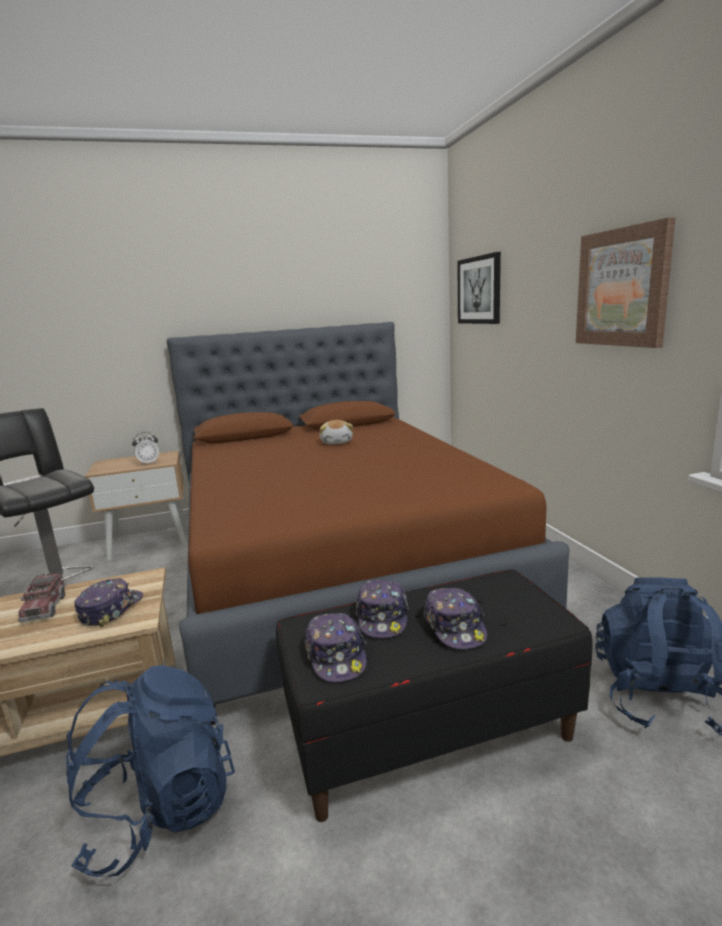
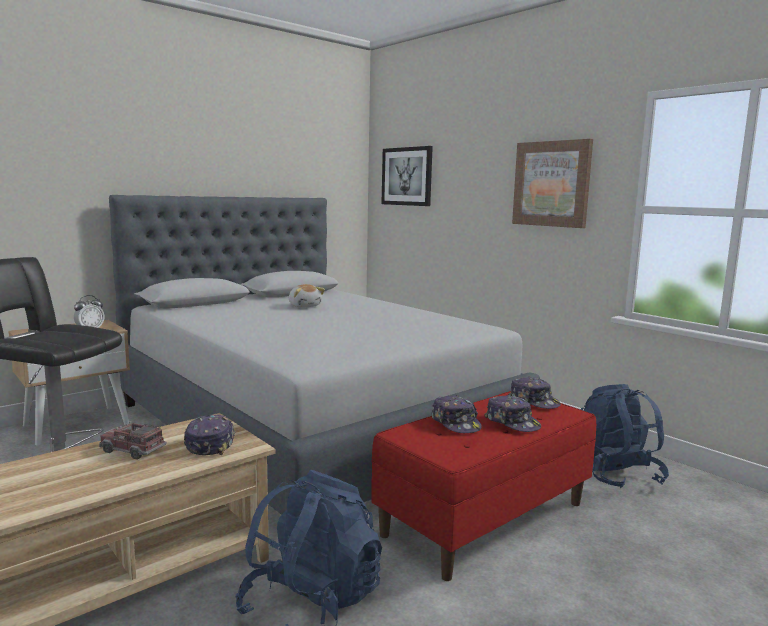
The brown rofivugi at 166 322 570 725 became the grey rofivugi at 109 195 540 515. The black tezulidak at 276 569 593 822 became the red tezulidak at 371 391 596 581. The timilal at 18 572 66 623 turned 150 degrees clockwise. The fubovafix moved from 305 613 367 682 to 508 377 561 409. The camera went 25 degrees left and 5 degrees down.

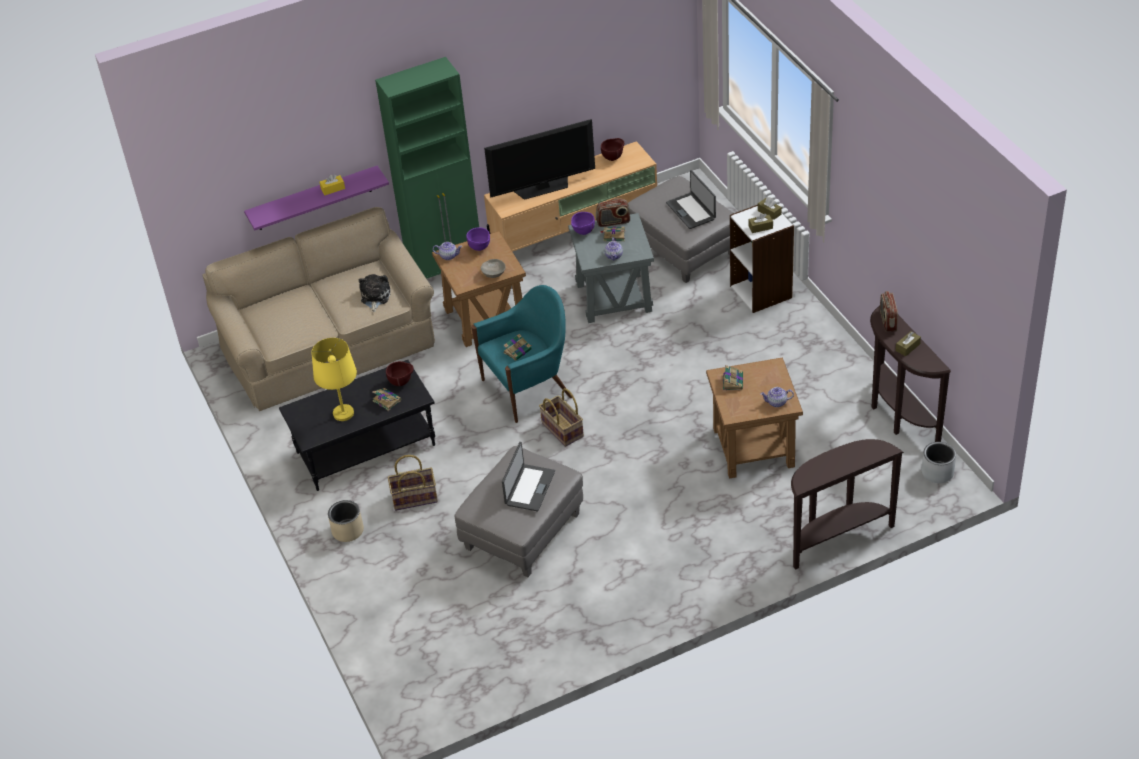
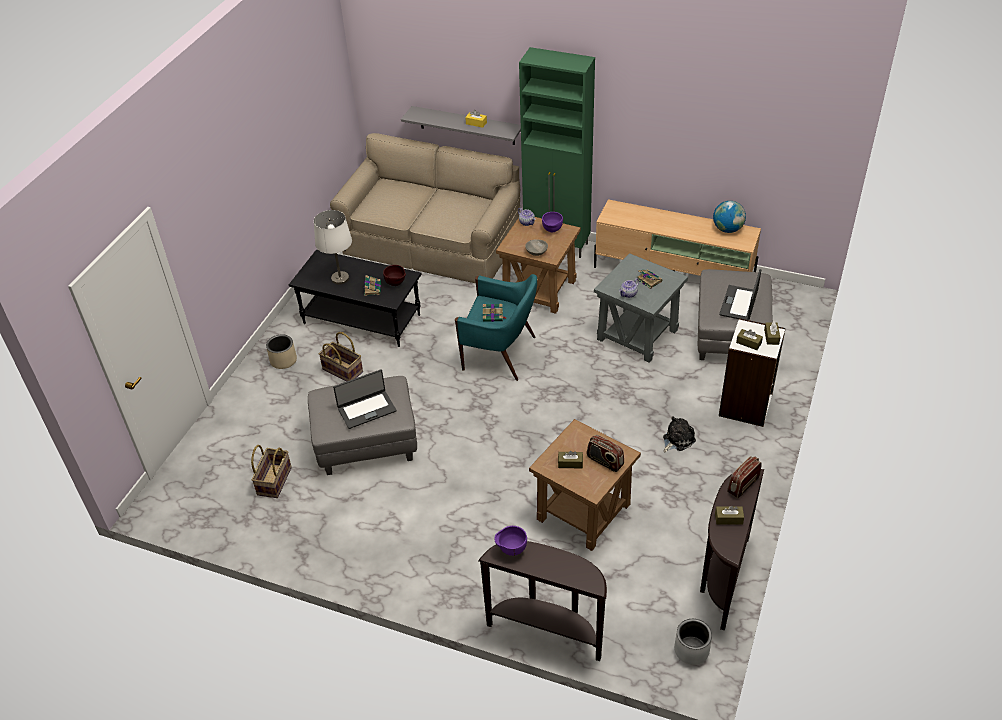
The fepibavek at 484 119 595 200 disappeared. The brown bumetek at 601 138 624 161 was replaced by the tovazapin at 713 201 746 233. The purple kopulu at 244 166 389 230 became the grey kopulu at 401 106 521 145. The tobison moved from 596 198 630 227 to 587 435 624 472. The purple bumetek moved from 571 212 595 235 to 494 526 527 556. The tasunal moved from 359 274 390 312 to 663 416 696 452. The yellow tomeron at 312 338 357 421 became the white tomeron at 314 210 352 284. The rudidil at 723 365 743 390 disappeared. The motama at 760 387 794 407 disappeared. The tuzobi moved from 539 388 584 447 to 251 445 292 498. The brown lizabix at 558 451 583 468 appeared. The camera went 45 degrees right and 0 degrees up.

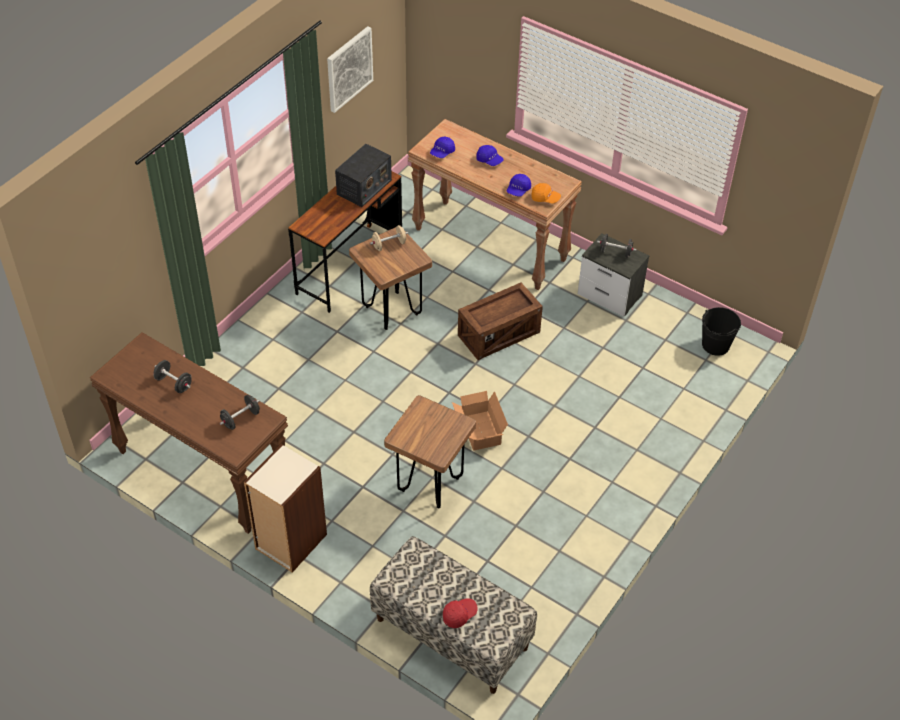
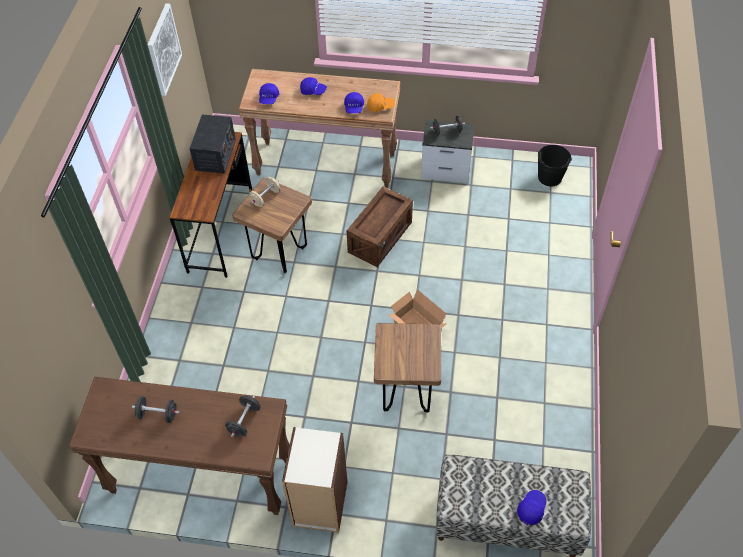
The red fubovafix at 443 598 477 628 became the blue fubovafix at 517 490 547 525. The camera went 25 degrees left and 5 degrees up.

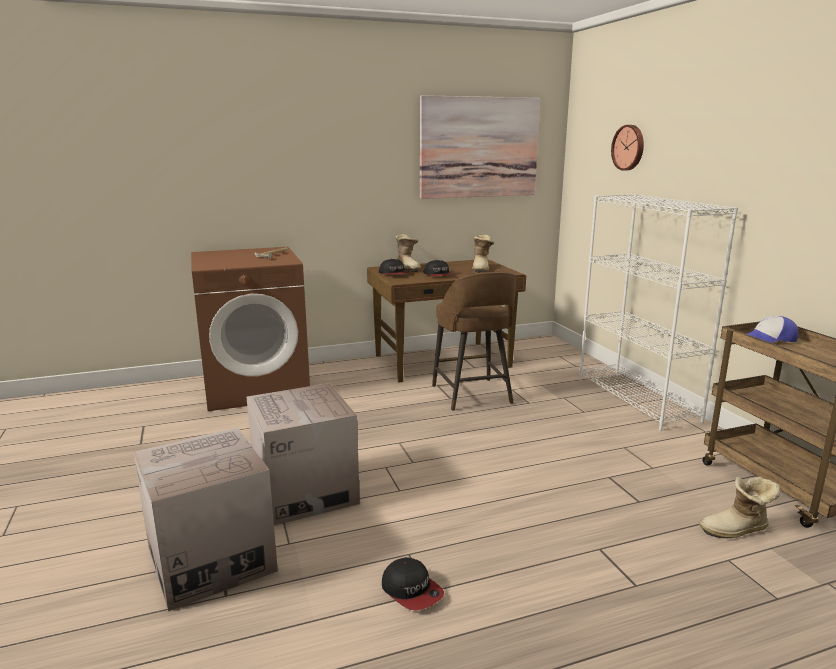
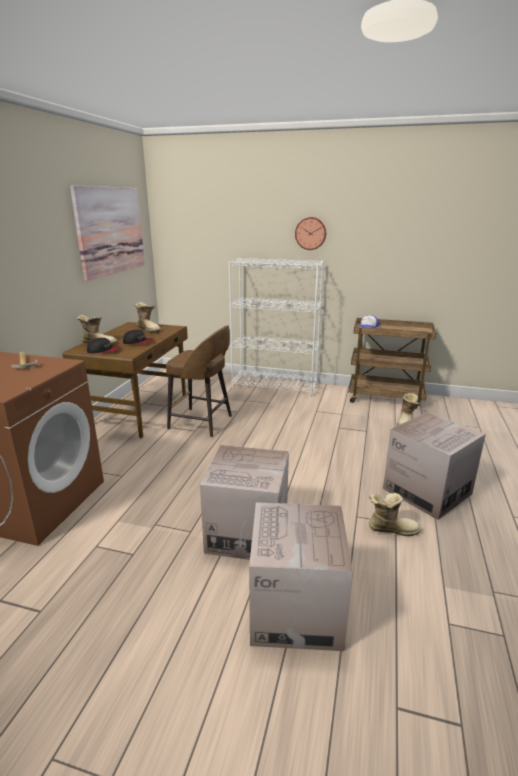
The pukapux moved from 611 125 644 171 to 295 217 326 250. The fubovafix at 382 557 444 611 was replaced by the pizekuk at 369 493 422 536. The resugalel at 383 412 486 520 appeared. The camera went 55 degrees left and 5 degrees up.

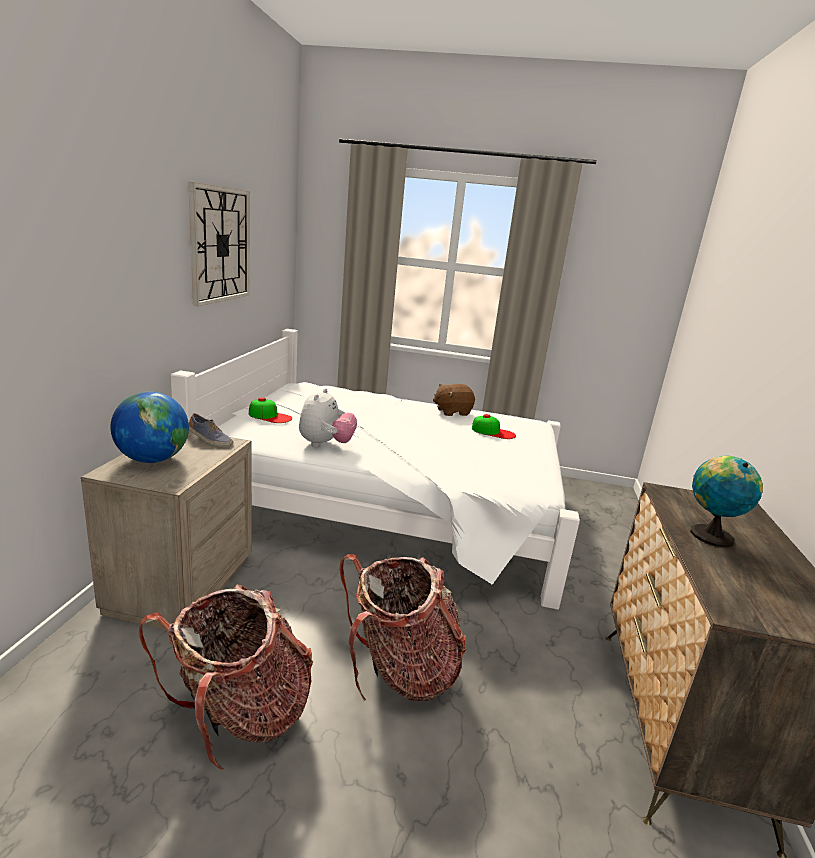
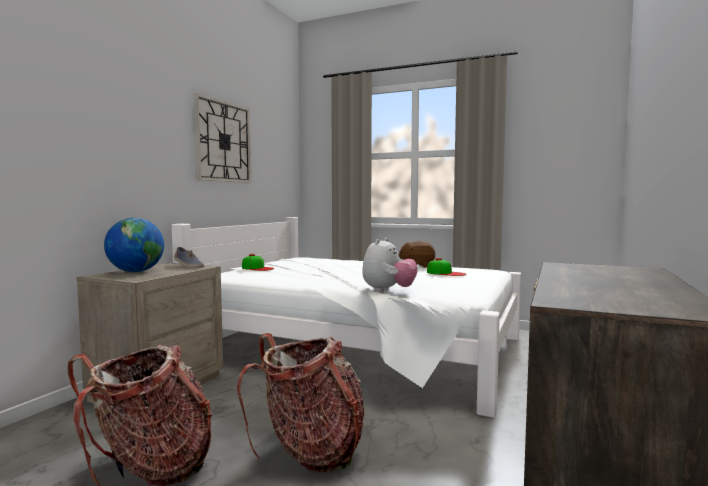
The tasunal moved from 299 388 357 447 to 362 238 418 293. The tovazapin at 690 456 763 548 disappeared. The camera went 15 degrees right and 15 degrees down.

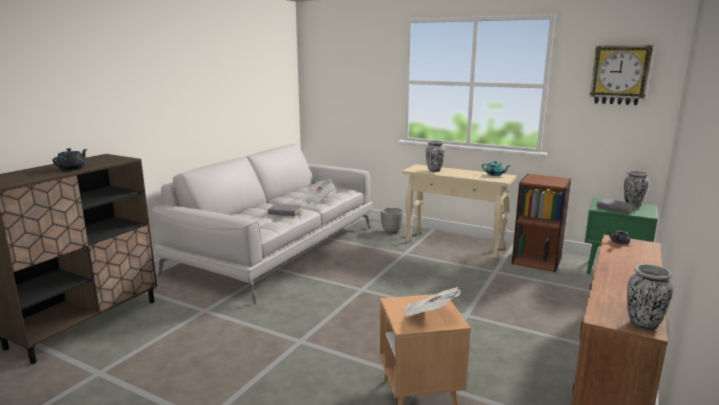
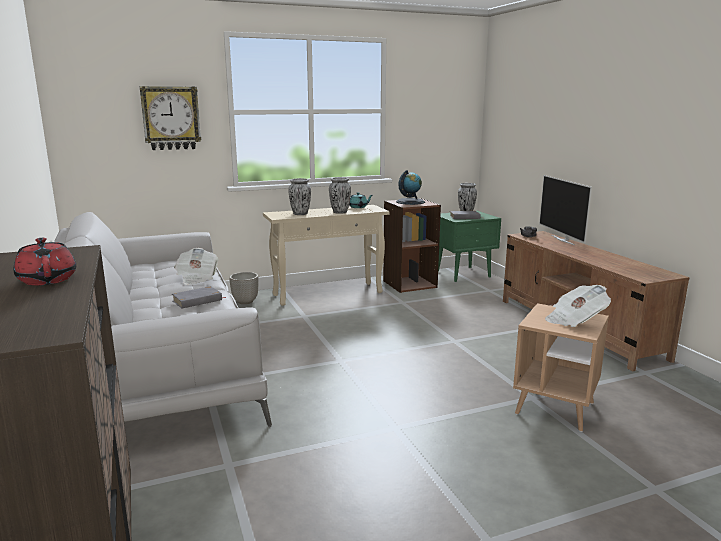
The pukapux moved from 590 45 653 105 to 140 86 201 150. The black motama at 53 148 87 170 became the red motama at 13 238 76 285. The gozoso moved from 627 264 673 330 to 329 177 351 214. The tovazapin at 396 170 425 205 appeared. The fepibavek at 539 175 592 245 appeared. The camera went 50 degrees left and 0 degrees up.

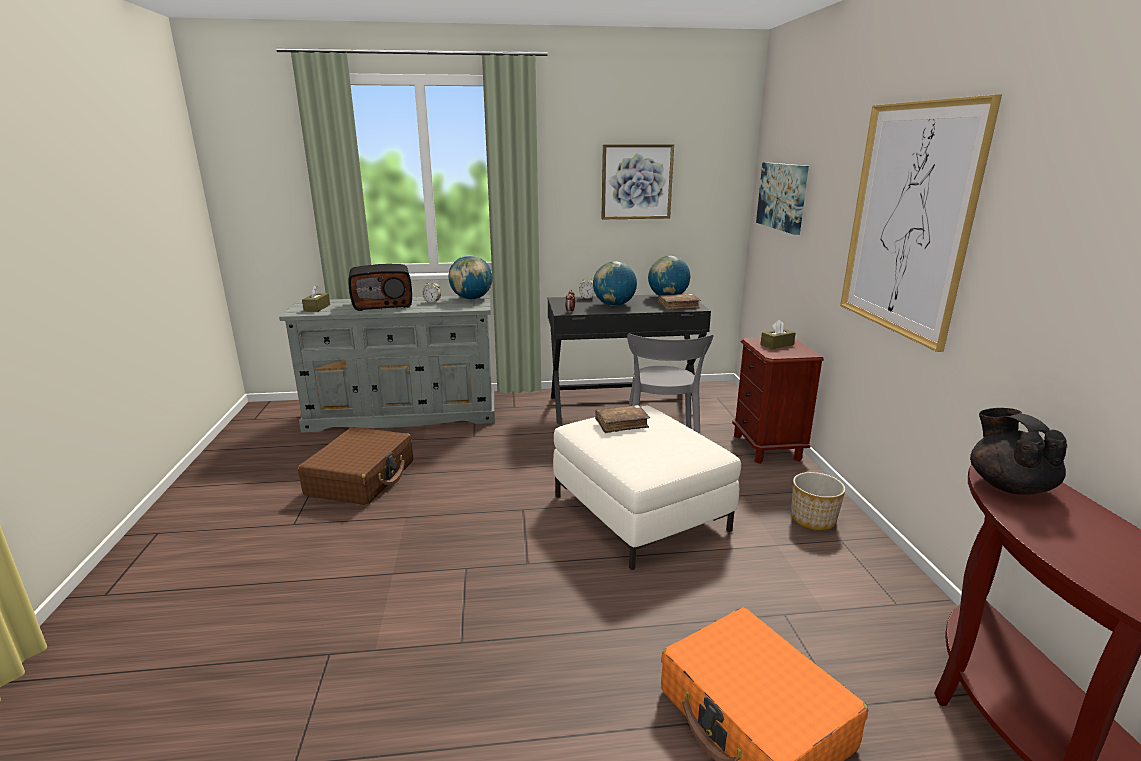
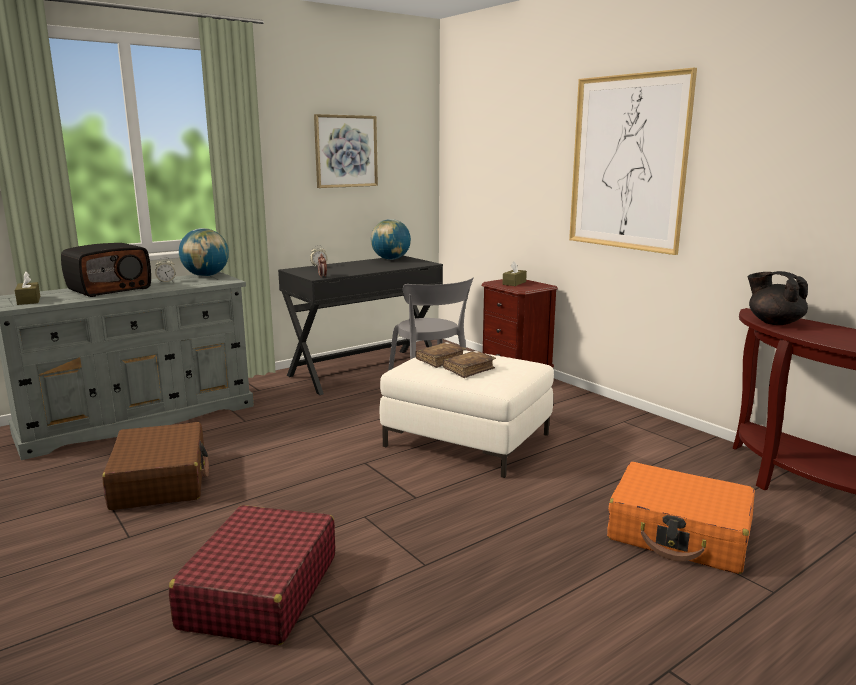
The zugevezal at 756 162 809 235 disappeared. The tovazapin at 593 261 637 306 disappeared. The brown rudidil moved from 658 294 701 310 to 443 351 496 378. The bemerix at 791 472 846 531 disappeared. The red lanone at 169 505 335 645 appeared. The camera went 30 degrees left and 5 degrees down.

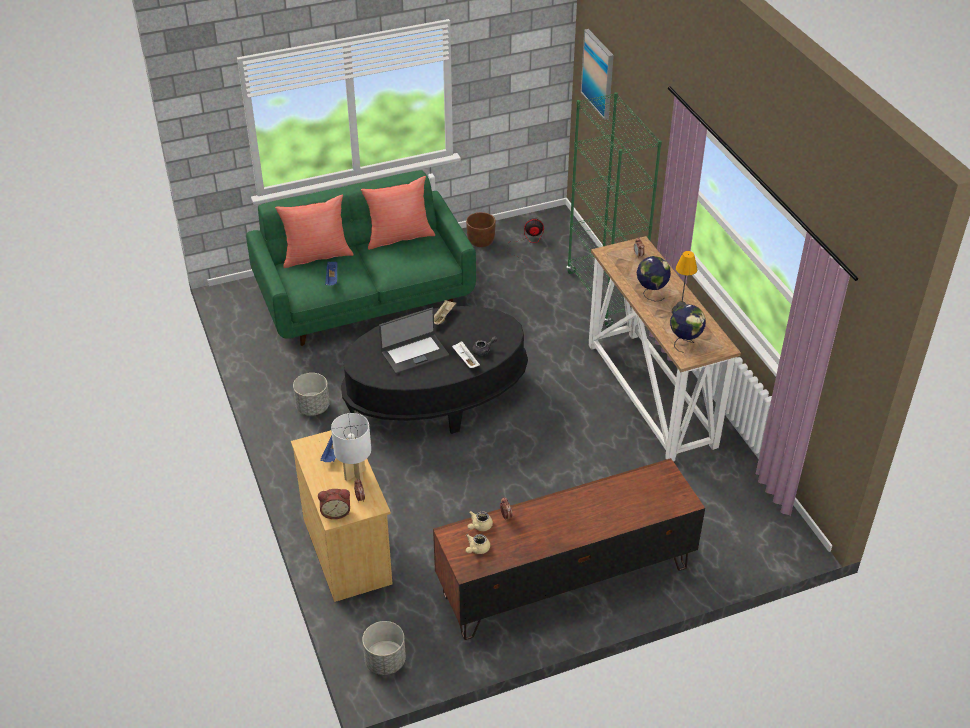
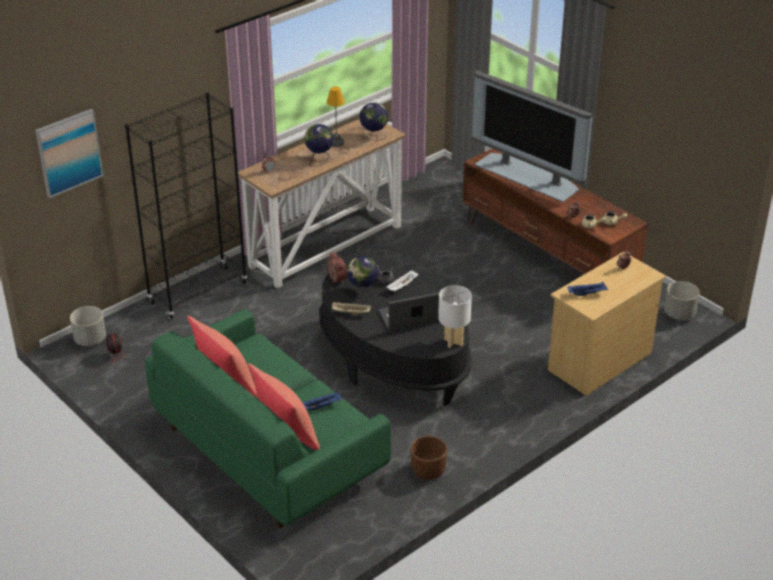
The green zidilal at 566 92 662 326 became the black zidilal at 125 92 247 320. The brown bemerix moved from 466 212 496 247 to 411 436 447 480. The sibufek at 379 308 449 374 turned 60 degrees counterclockwise. The grey bemerix moved from 293 373 330 416 to 70 306 106 346. The white tomeron moved from 331 413 371 482 to 438 285 472 348. The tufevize moved from 318 489 350 519 to 327 252 347 284. The fepibavek at 472 70 593 202 appeared. The tovazapin at 347 256 378 295 appeared. The camera went 110 degrees left and 5 degrees down.

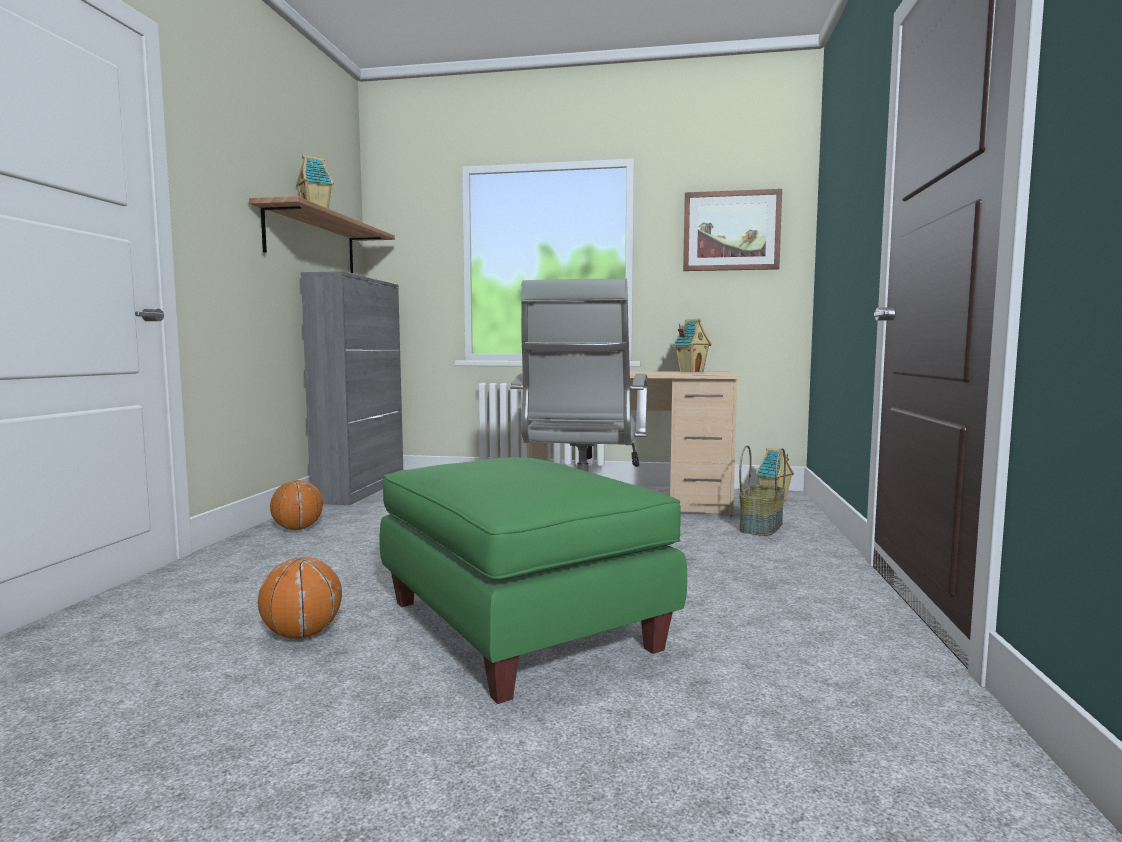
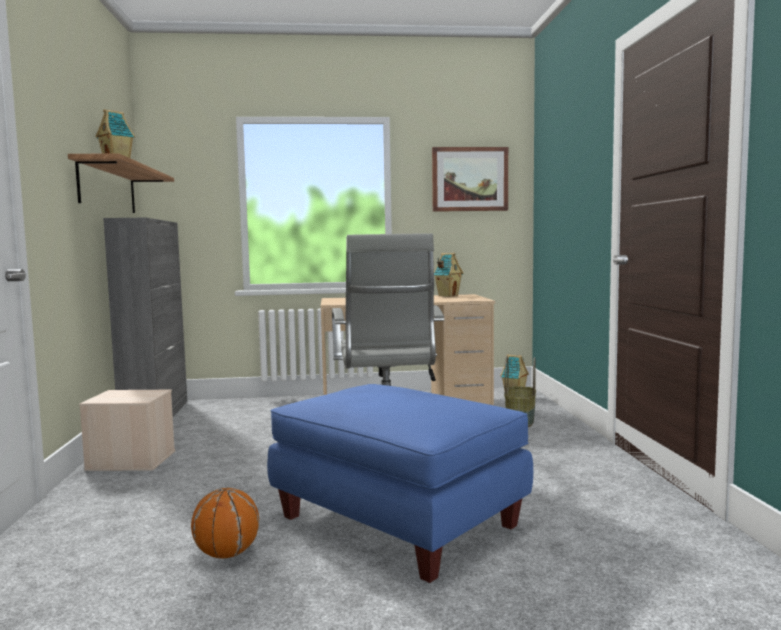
The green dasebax at 379 457 687 704 became the blue dasebax at 267 384 533 583. The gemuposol at 270 480 323 530 was replaced by the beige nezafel at 79 390 175 471. The camera went 15 degrees left and 0 degrees up.

